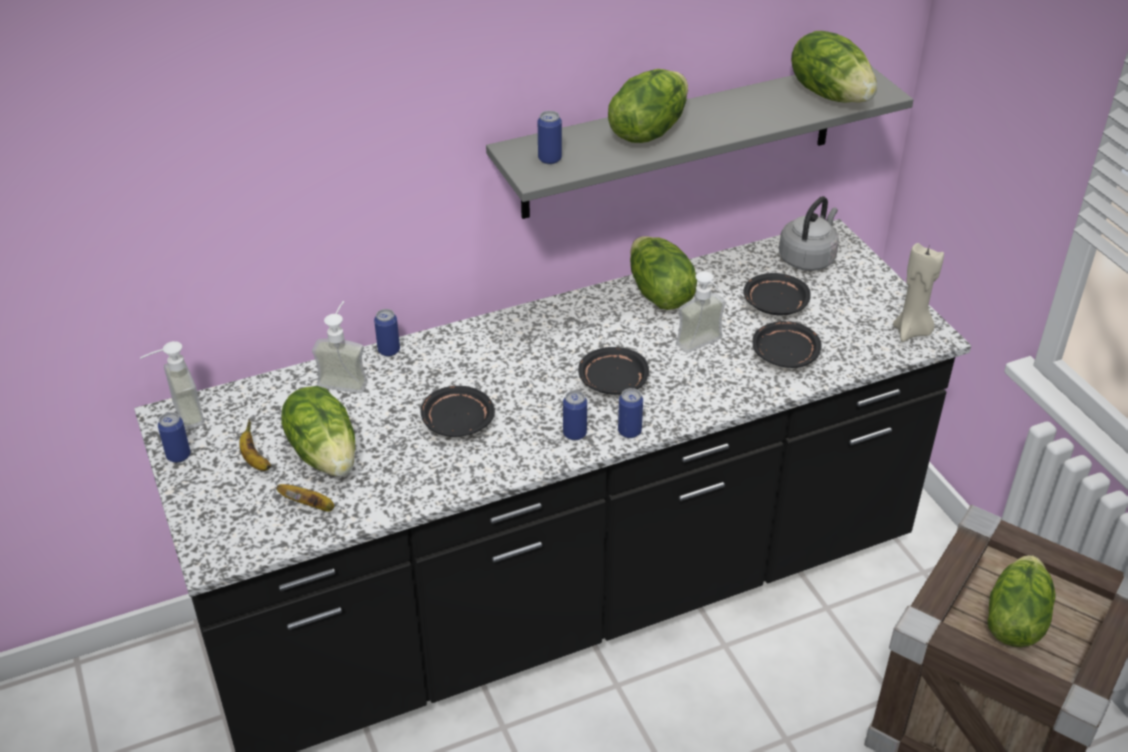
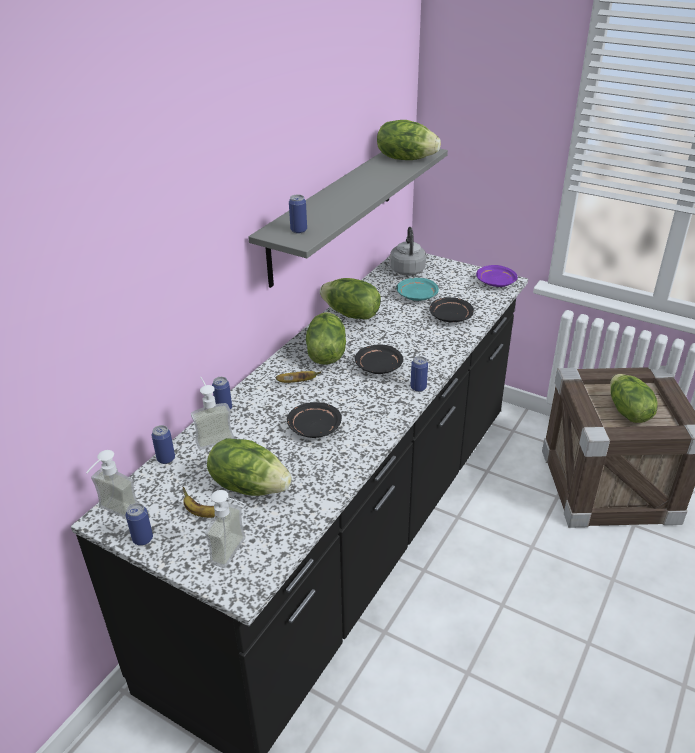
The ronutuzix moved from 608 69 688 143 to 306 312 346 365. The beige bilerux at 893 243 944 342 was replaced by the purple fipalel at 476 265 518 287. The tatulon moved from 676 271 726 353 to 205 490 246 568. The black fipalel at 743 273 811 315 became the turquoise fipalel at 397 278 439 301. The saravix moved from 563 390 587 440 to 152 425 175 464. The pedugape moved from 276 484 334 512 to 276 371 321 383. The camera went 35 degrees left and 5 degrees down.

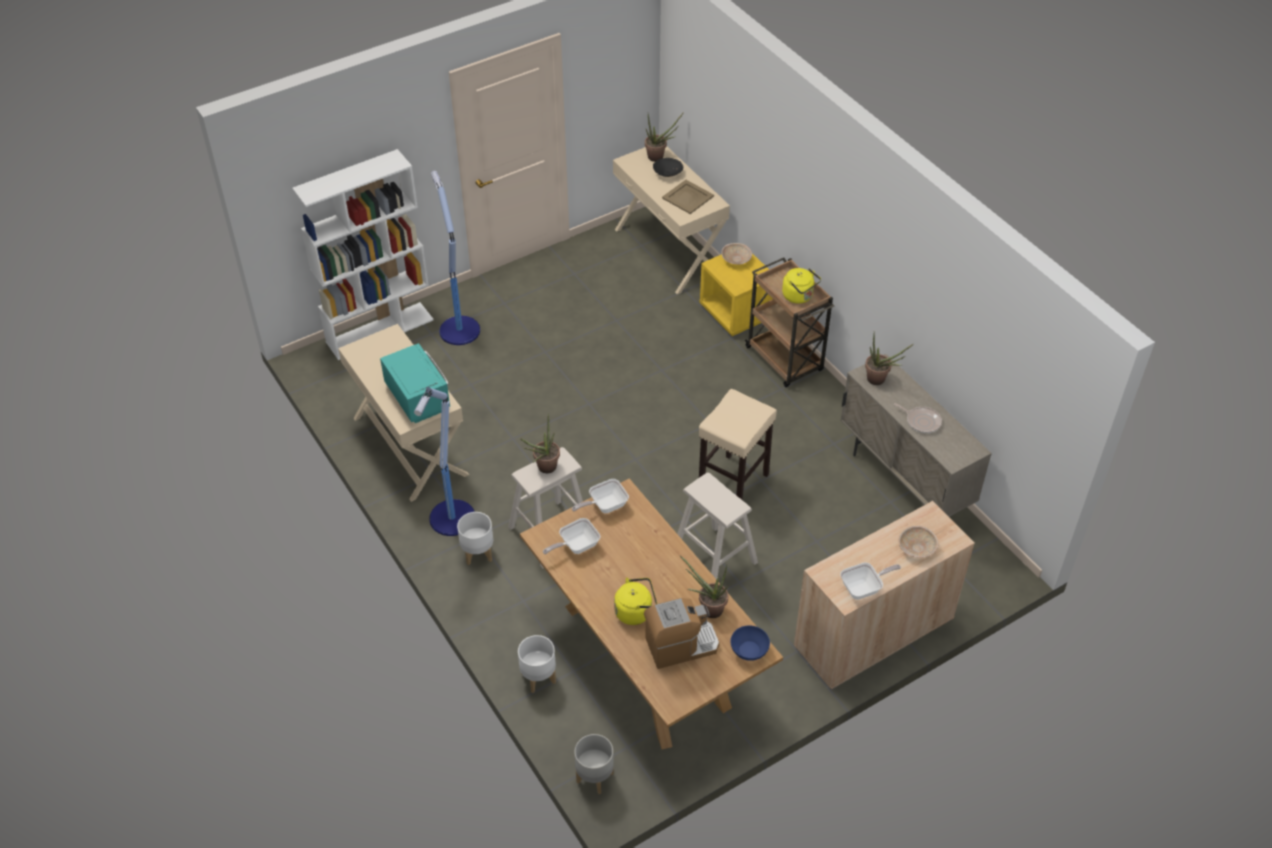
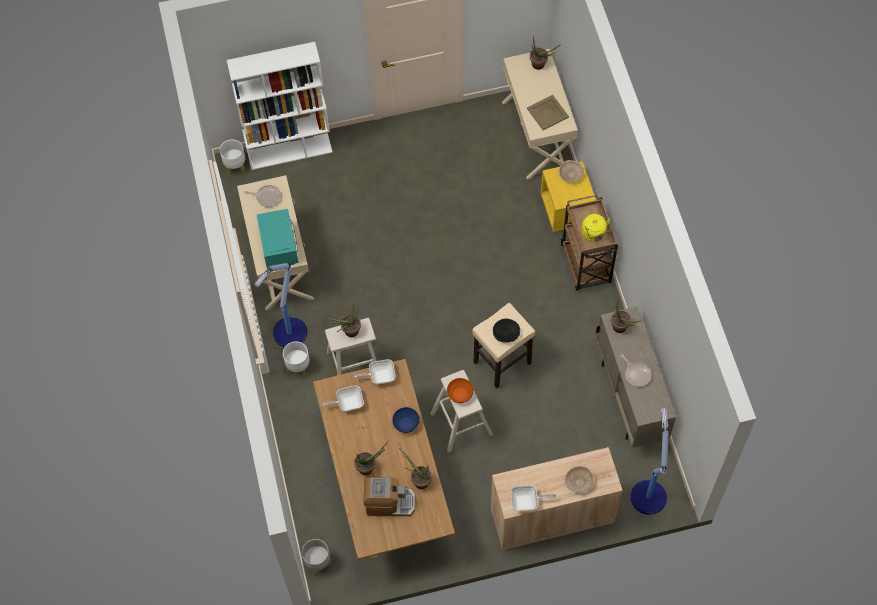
The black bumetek moved from 653 158 683 177 to 493 319 520 343. The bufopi moved from 431 171 480 345 to 630 408 669 515. The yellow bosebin at 614 577 657 625 was replaced by the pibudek at 354 441 388 475. The blue bumetek moved from 730 625 770 661 to 392 407 420 433. The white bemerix moved from 518 635 556 693 to 220 140 245 175. The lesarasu at 244 185 281 207 appeared. The orange bumetek at 447 378 474 403 appeared. The camera went 20 degrees right and 15 degrees up.

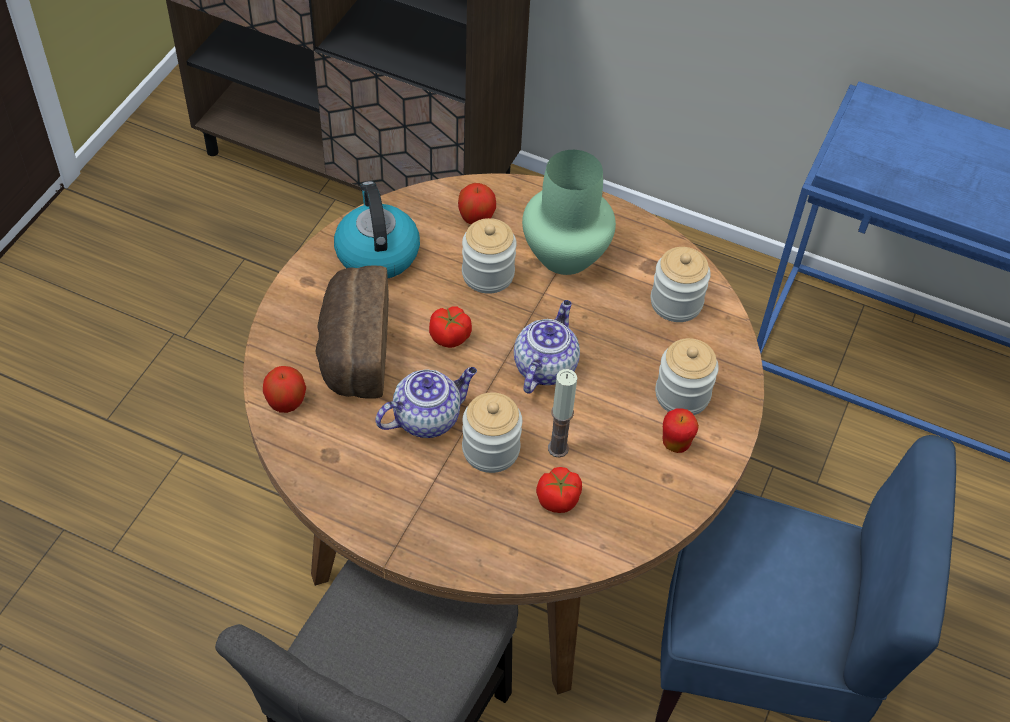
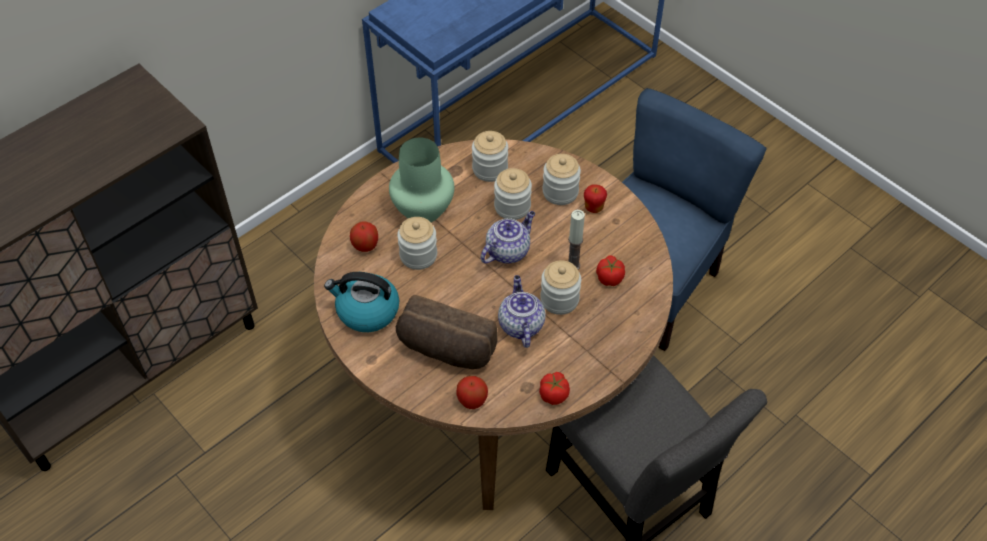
The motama at 514 300 580 393 turned 90 degrees clockwise. The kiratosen moved from 429 306 472 348 to 539 372 570 405. The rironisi at 494 168 532 220 appeared. The camera went 65 degrees left and 0 degrees up.

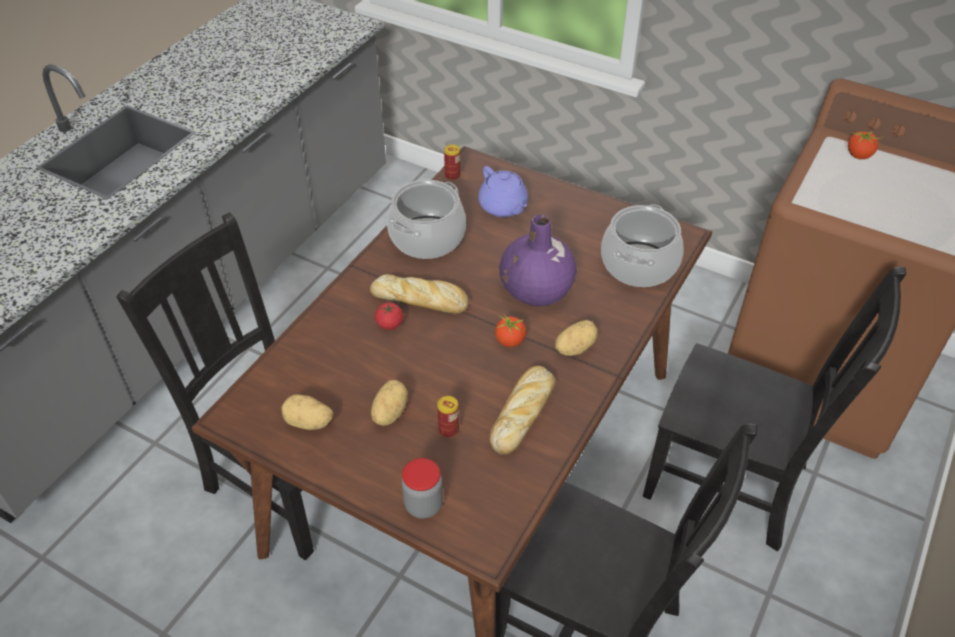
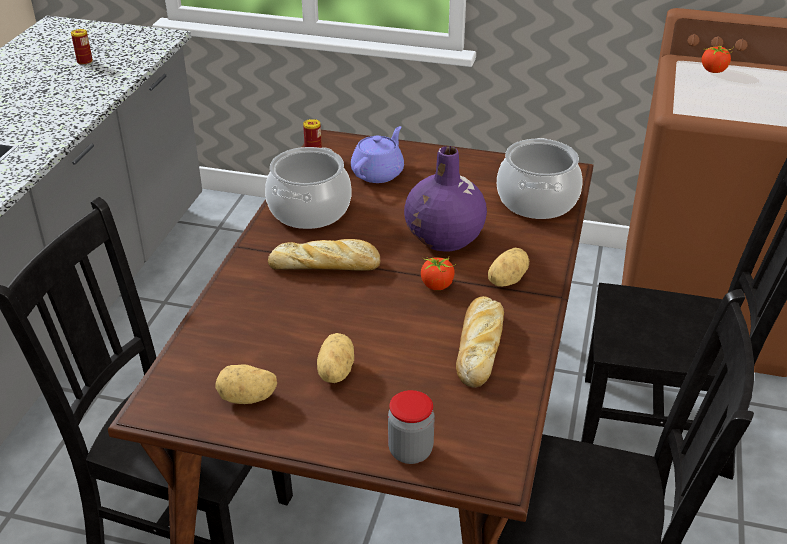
The purple motama at 478 166 528 217 turned 105 degrees counterclockwise. The kiratosen at 375 303 404 330 disappeared. The saravix moved from 437 396 459 438 to 71 29 93 65. The camera went 15 degrees left and 10 degrees down.

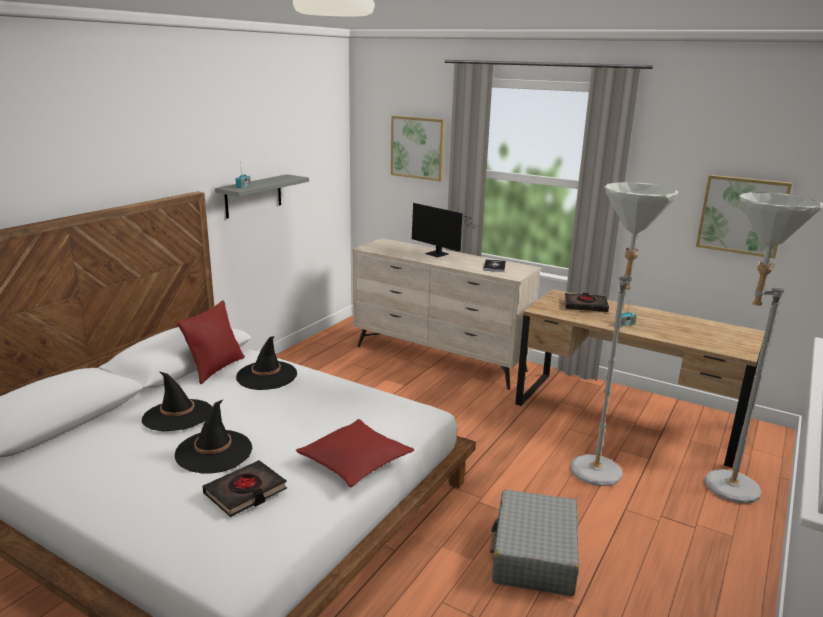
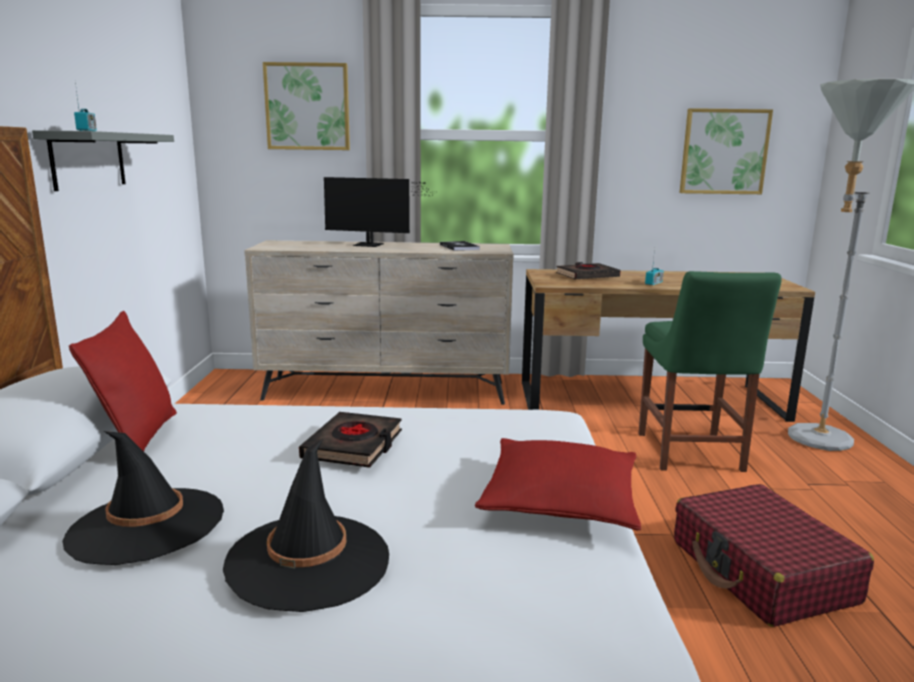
The grey bufopi at 571 182 678 486 was replaced by the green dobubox at 638 271 782 472. The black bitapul at 236 336 297 390 disappeared. The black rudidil moved from 202 460 287 517 to 299 412 402 468. The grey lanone at 490 489 579 596 became the red lanone at 674 484 874 627. The camera went 30 degrees left and 5 degrees down.

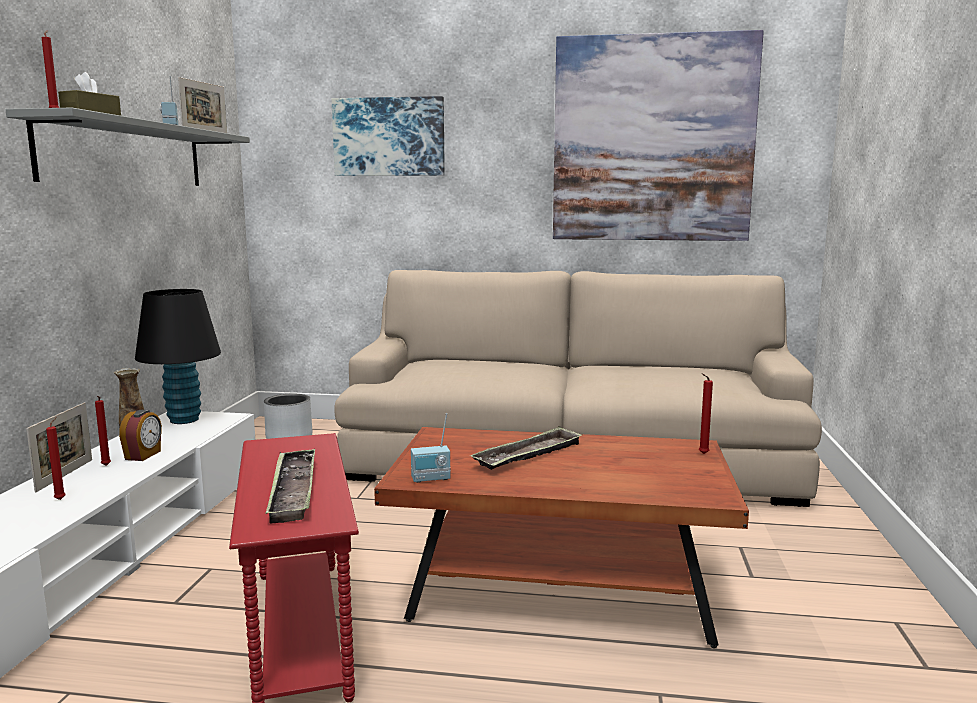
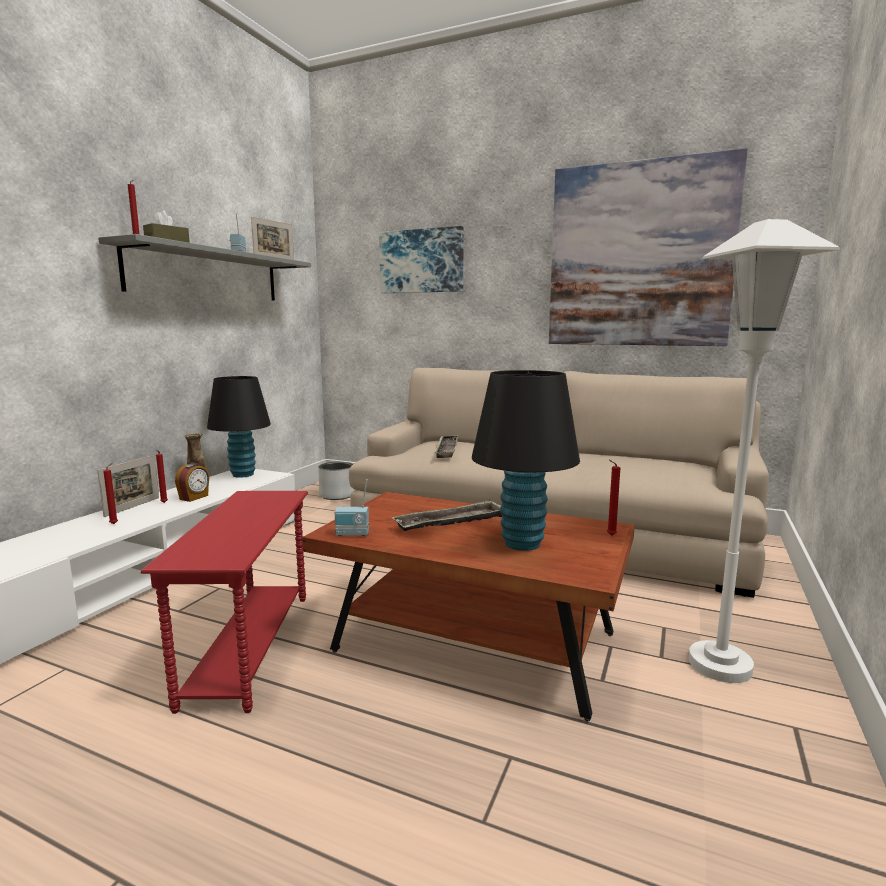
The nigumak moved from 265 449 315 524 to 435 435 458 458. The white bufopi at 689 219 840 683 appeared. The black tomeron at 472 370 580 551 appeared. The camera went 15 degrees right and 0 degrees up.

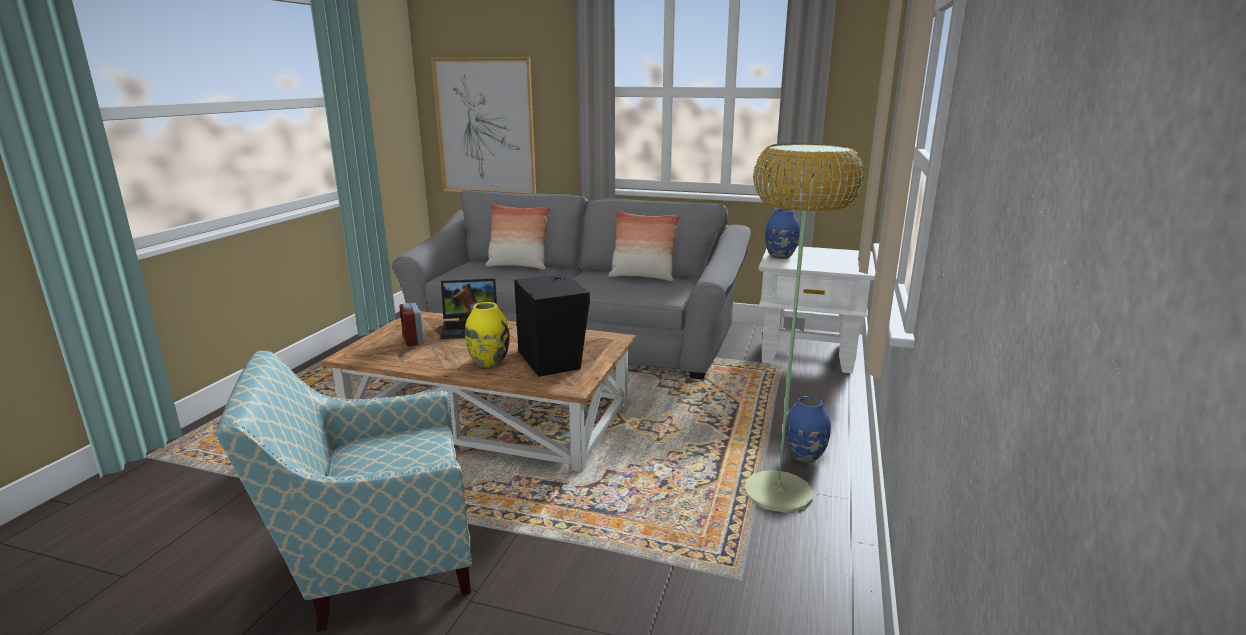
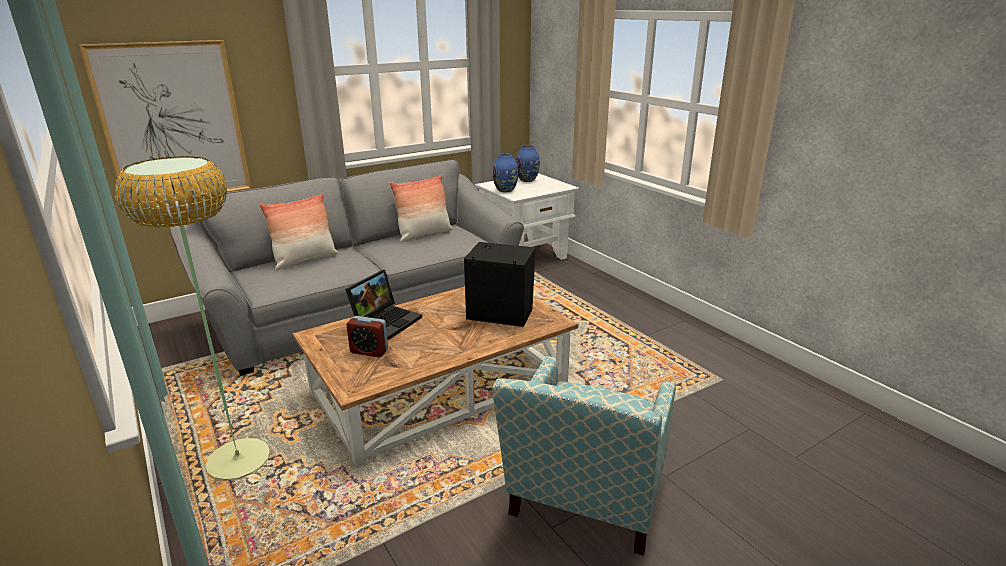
The bufopi moved from 744 143 864 513 to 114 156 270 480. The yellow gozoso at 465 302 510 368 disappeared. The blue gozoso moved from 785 396 831 463 to 516 145 540 182. The camera went 50 degrees left and 5 degrees up.

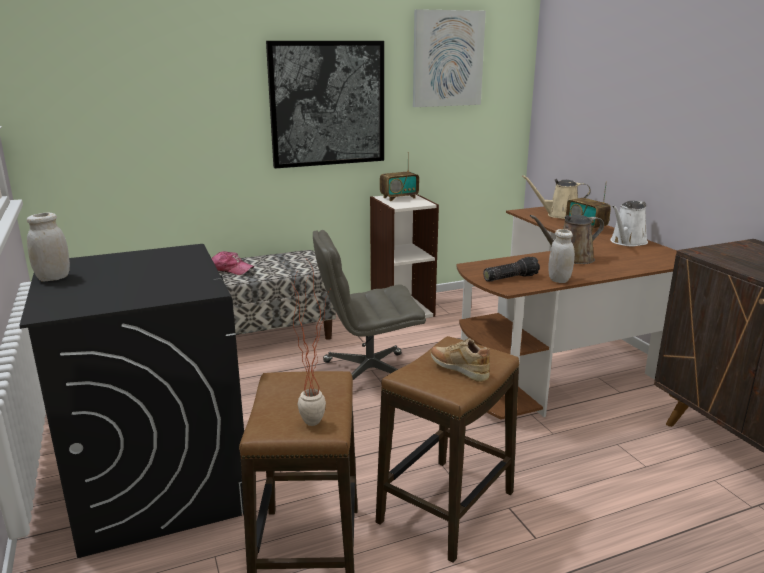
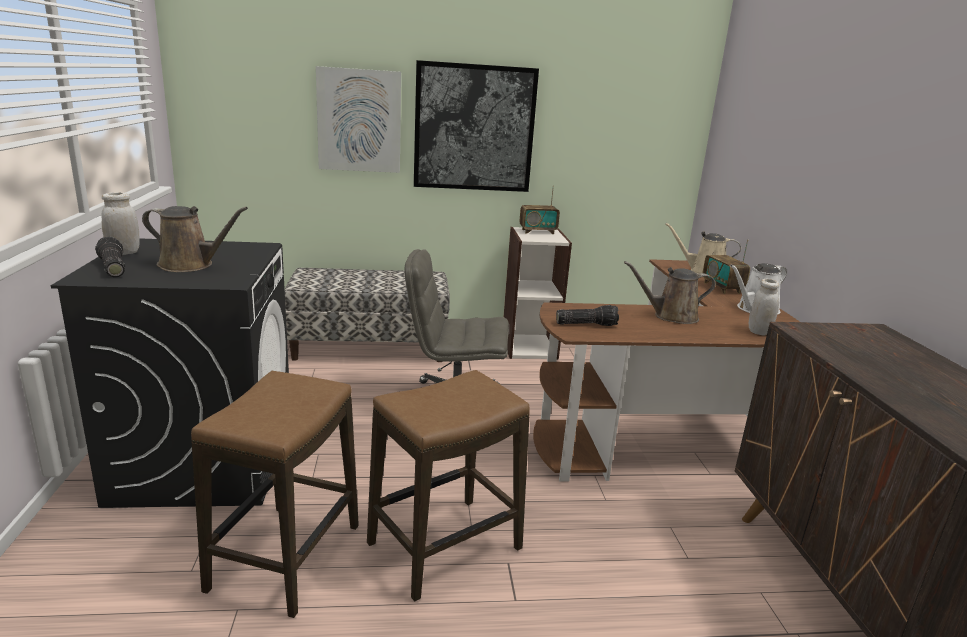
The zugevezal moved from 413 9 486 107 to 316 66 401 173. The white rironisi moved from 548 229 575 283 to 749 279 779 336. The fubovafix at 212 251 254 275 disappeared. The pibudek at 293 261 330 426 disappeared. The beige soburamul at 431 338 490 382 disappeared. The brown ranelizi at 142 206 248 272 appeared. The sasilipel at 95 237 125 277 appeared. The camera went 15 degrees right and 0 degrees up.

